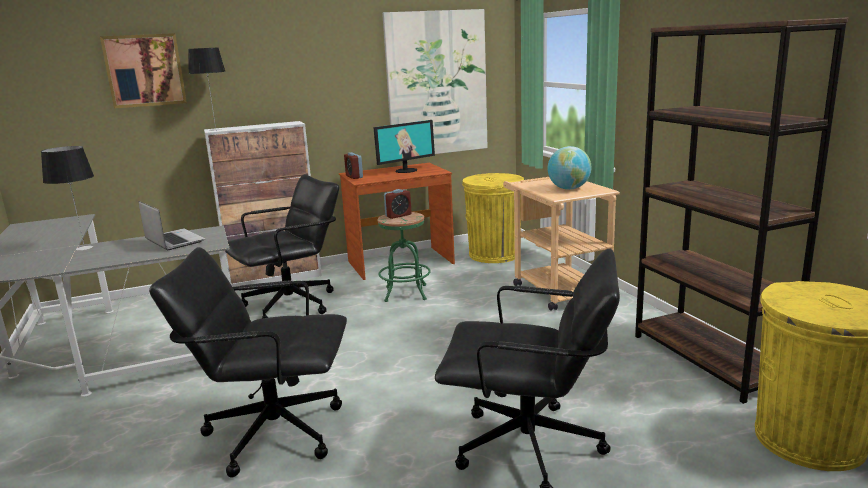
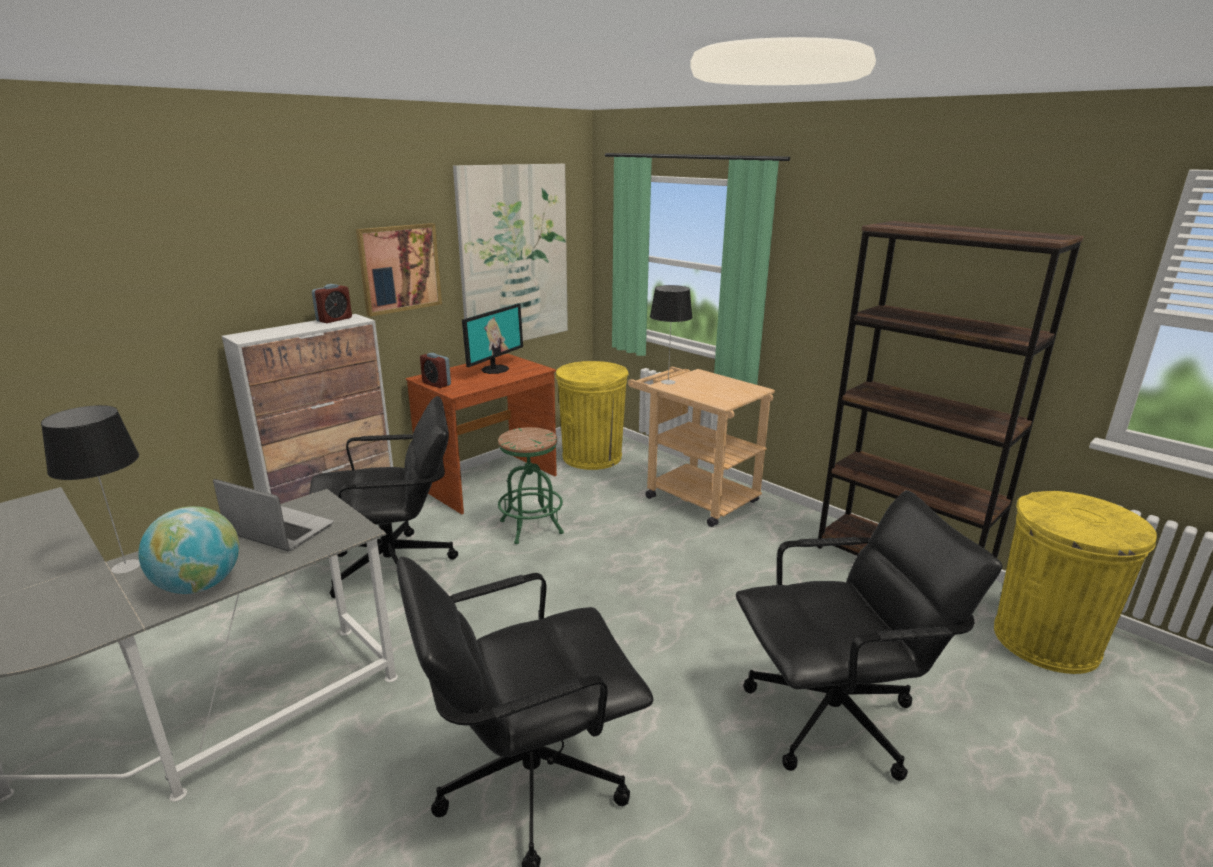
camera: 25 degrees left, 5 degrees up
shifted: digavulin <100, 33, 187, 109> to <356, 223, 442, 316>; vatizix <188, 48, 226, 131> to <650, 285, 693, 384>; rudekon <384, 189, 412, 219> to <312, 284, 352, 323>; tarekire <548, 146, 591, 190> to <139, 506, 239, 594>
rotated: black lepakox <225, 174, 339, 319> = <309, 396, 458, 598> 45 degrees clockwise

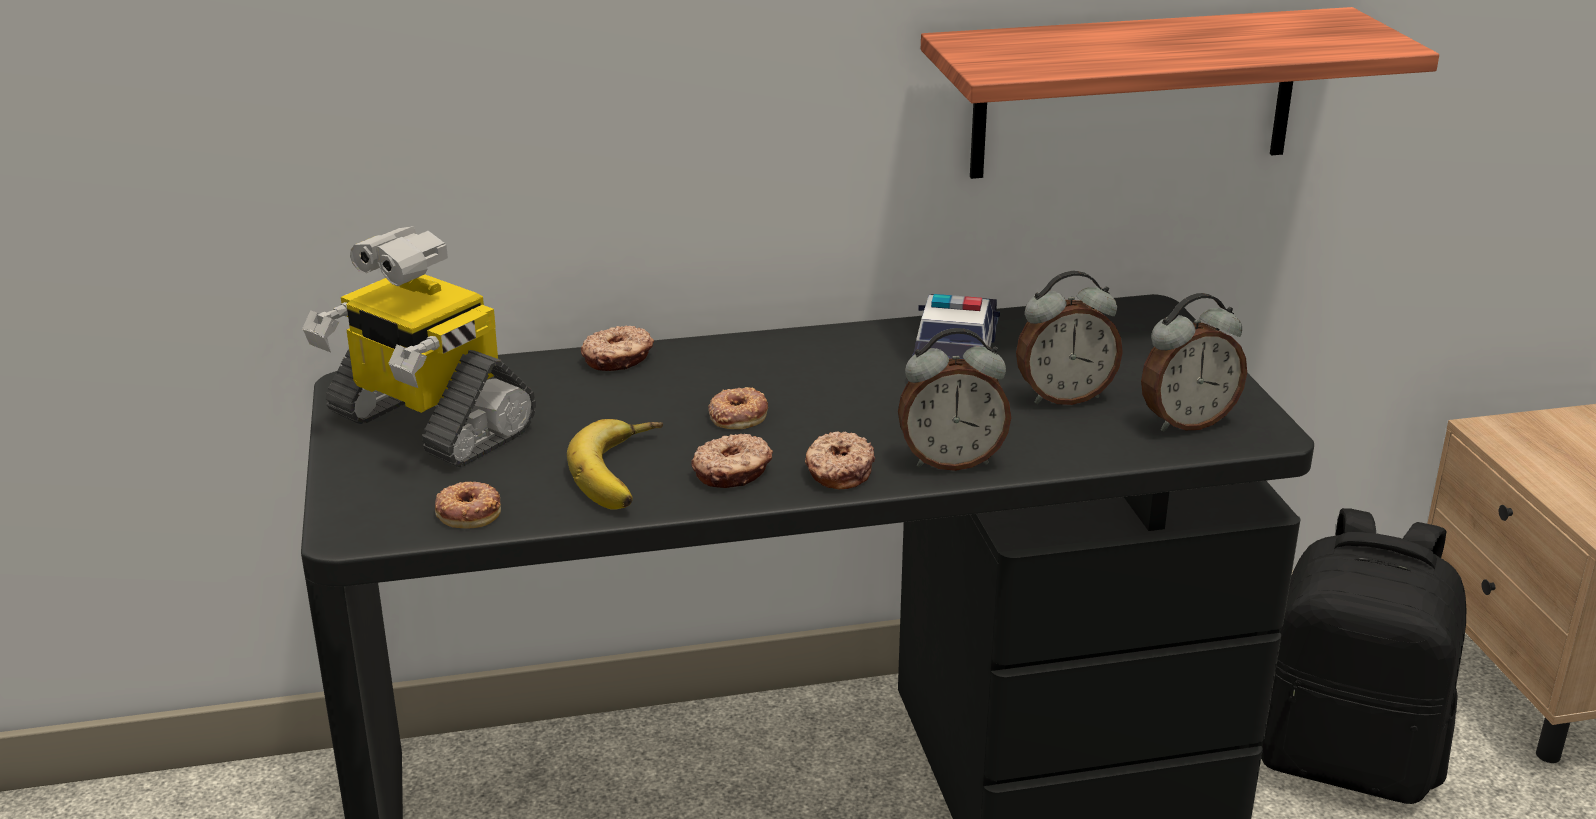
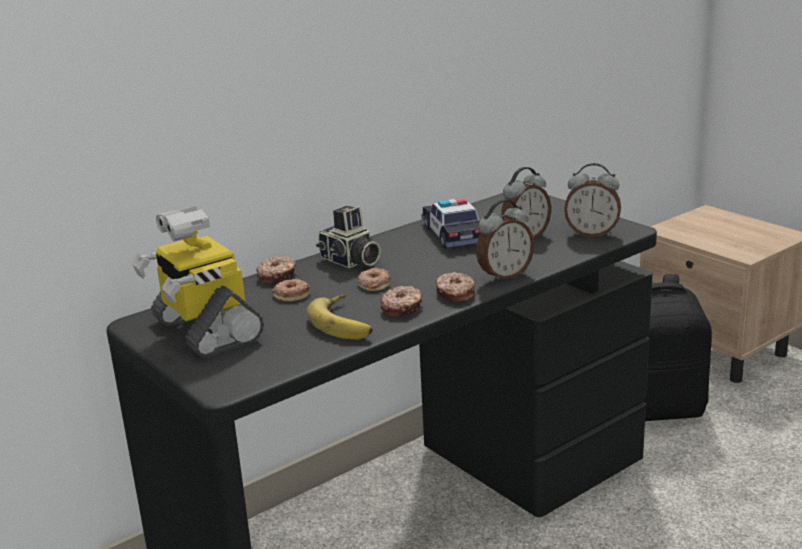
camera: 25 degrees left, 5 degrees down
gone: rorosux <921, 7, 1439, 179>
new: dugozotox <316, 206, 381, 268>
shifted: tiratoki <435, 482, 501, 529> to <272, 278, 310, 301>
rotated: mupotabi <303, 226, 536, 467> = <132, 206, 264, 358> 45 degrees clockwise; rudekon <1141, 293, 1247, 432> = <564, 163, 621, 237> 60 degrees clockwise

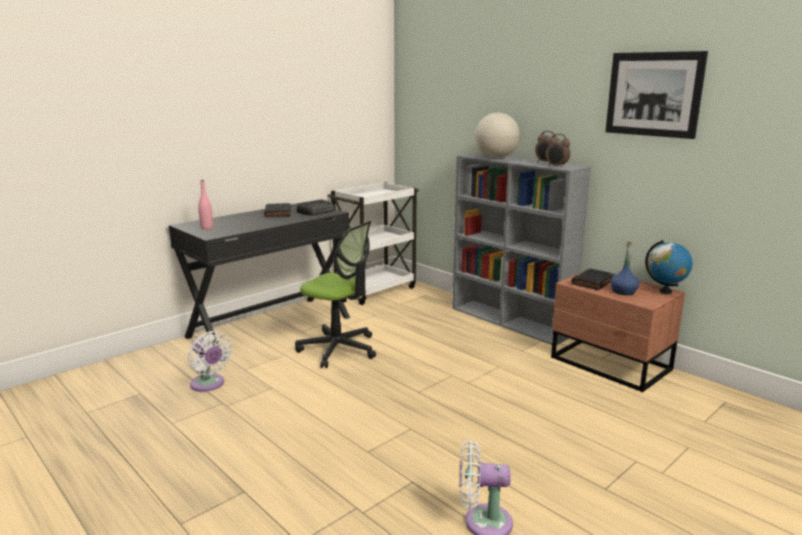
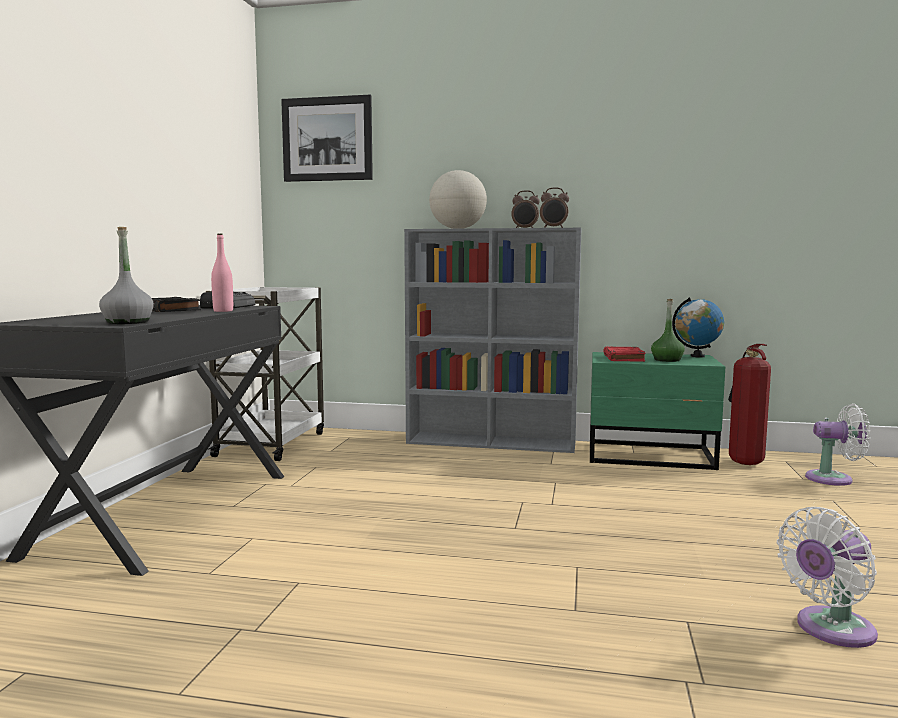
camera: 35 degrees left, 10 degrees down
gone: lepakox <295, 221, 376, 368>
new: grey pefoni <99, 227, 154, 324>; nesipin <728, 344, 771, 465>
shifted: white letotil <188, 331, 232, 392> to <805, 404, 871, 486>; pink pefoni <198, 180, 213, 230> to <211, 234, 233, 312>; digavulin <605, 51, 708, 139> to <281, 95, 373, 182>
repainted: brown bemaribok <551, 273, 685, 392> to green bemaribok <590, 352, 725, 470>; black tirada <571, 268, 615, 290> to red tirada <603, 346, 646, 362>; blue pefoni <610, 242, 639, 295> to green pefoni <651, 299, 685, 362>

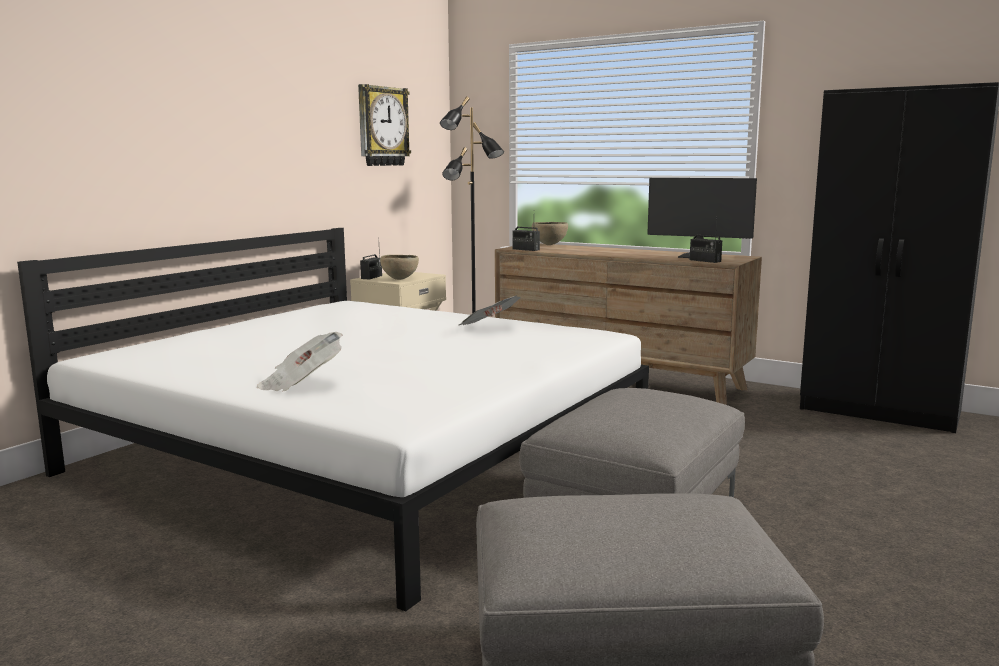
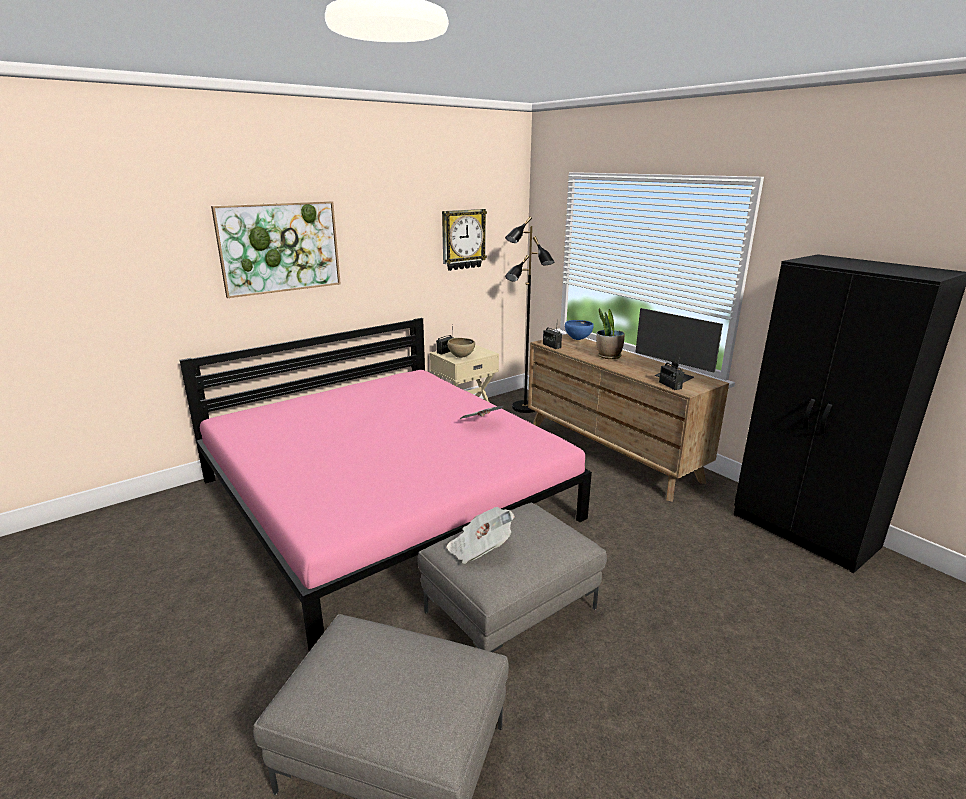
camera: 20 degrees right, 10 degrees up
new: digavulin <211, 201, 341, 298>; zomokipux <596, 308, 625, 359>
shifted: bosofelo <257, 332, 343, 391> to <447, 507, 515, 564>
repainted: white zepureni <17, 228, 649, 611> to pink zepureni <179, 318, 592, 651>; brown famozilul <532, 222, 568, 245> to blue famozilul <565, 320, 594, 340>

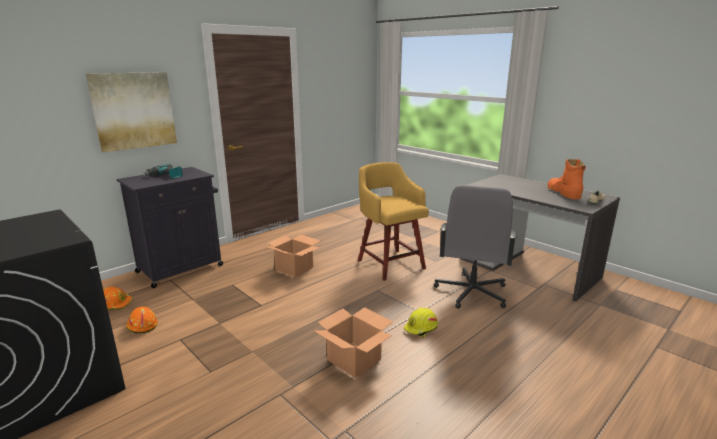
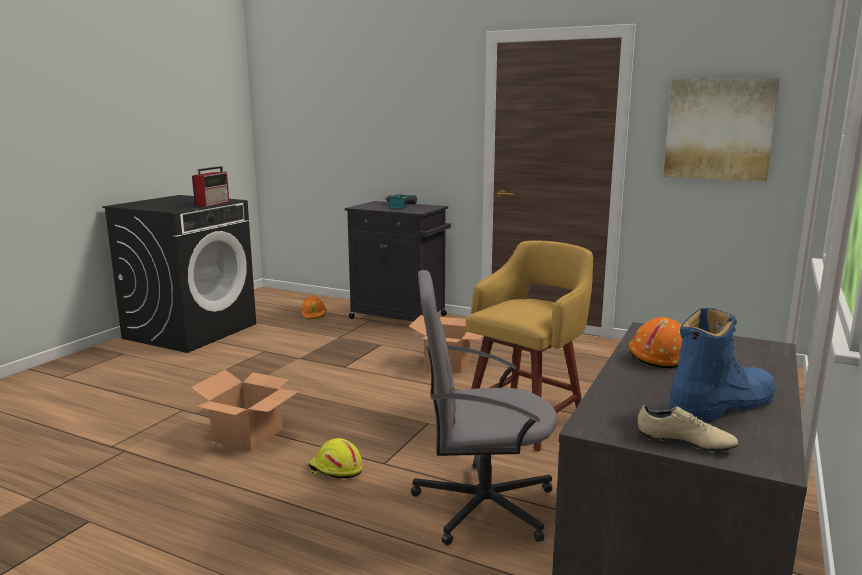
camera: 70 degrees right, 5 degrees down
new: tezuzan <192, 166, 229, 207>
shifted: digavulin <86, 72, 177, 152> to <663, 78, 780, 181>; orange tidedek <126, 307, 158, 334> to <629, 317, 683, 369>
repainted: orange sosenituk <547, 159, 586, 199> to blue sosenituk <670, 308, 775, 423>

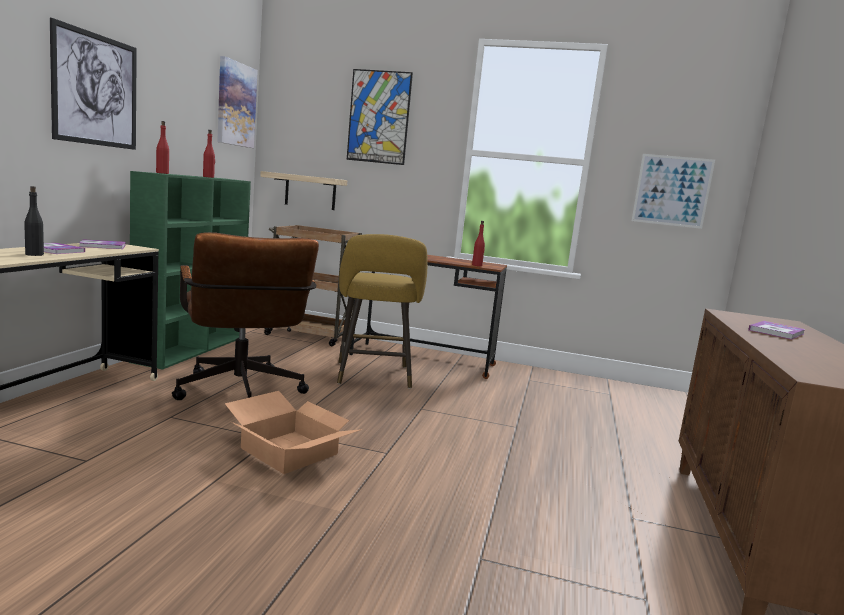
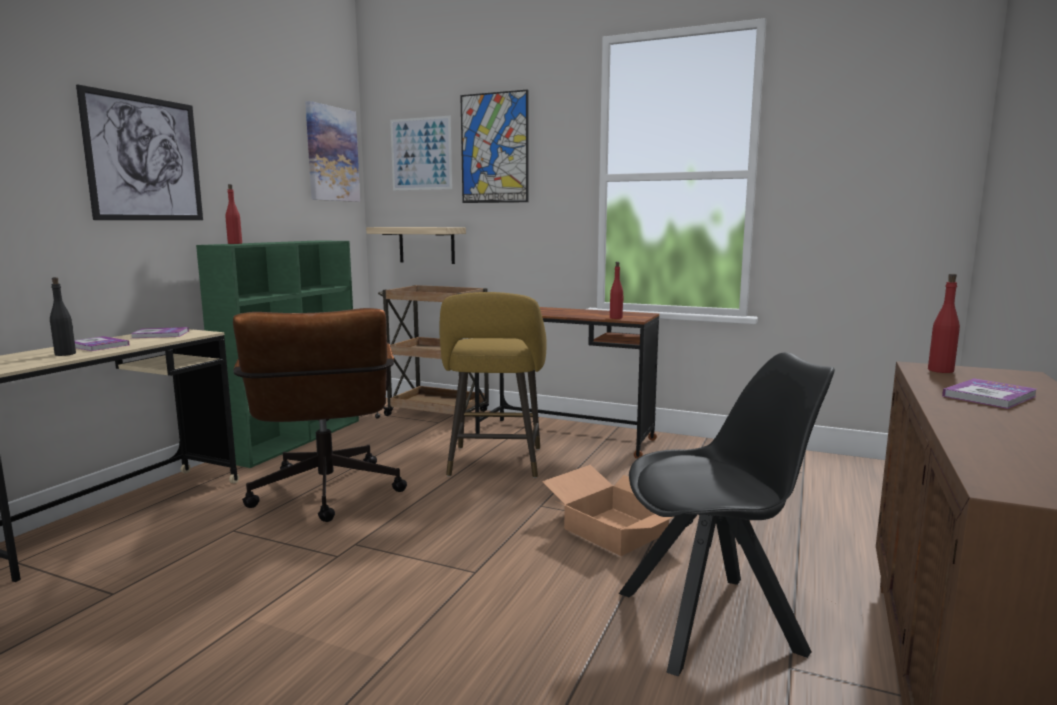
camera: 10 degrees right, 0 degrees up
new: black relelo <619, 352, 835, 677>
shifted: red pefoni <203, 130, 215, 178> to <928, 274, 960, 373>; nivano <225, 391, 362, 474> to <542, 465, 673, 556>; digavulin <632, 154, 715, 229> to <390, 116, 452, 190>

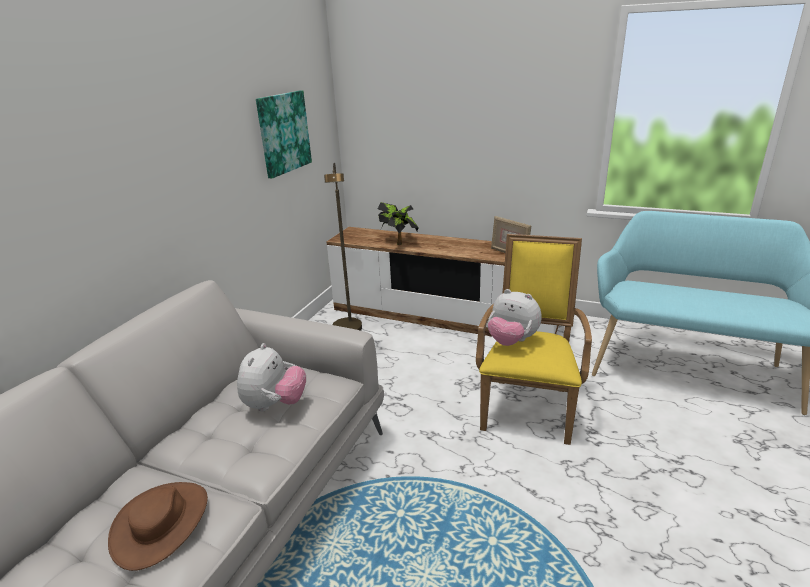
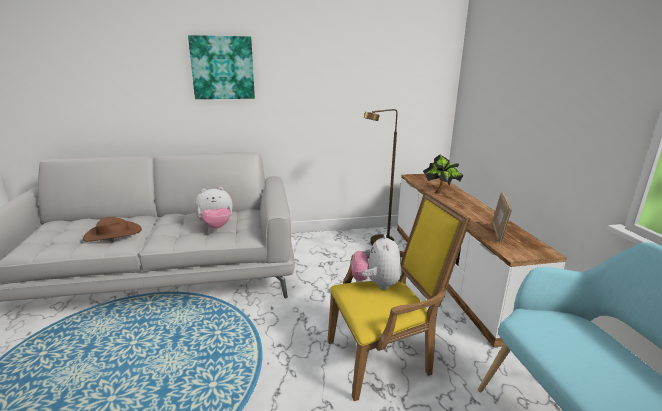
camera: 55 degrees right, 5 degrees down
shifted: digavulin <256, 91, 312, 178> to <188, 35, 255, 99>

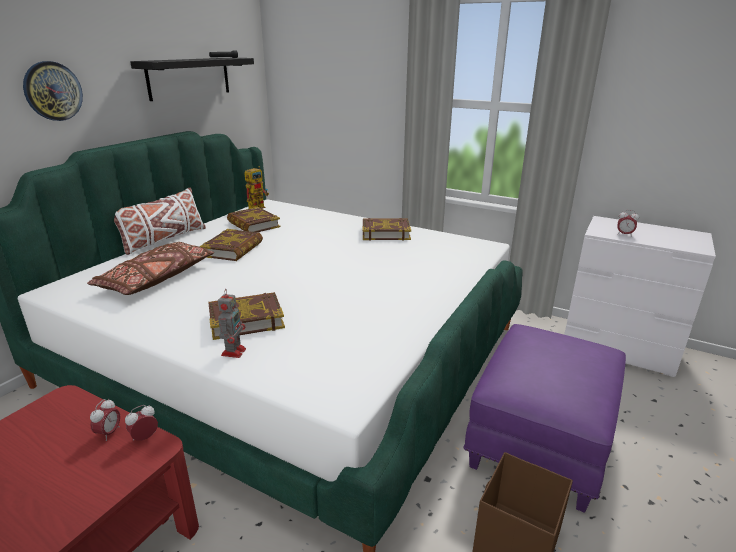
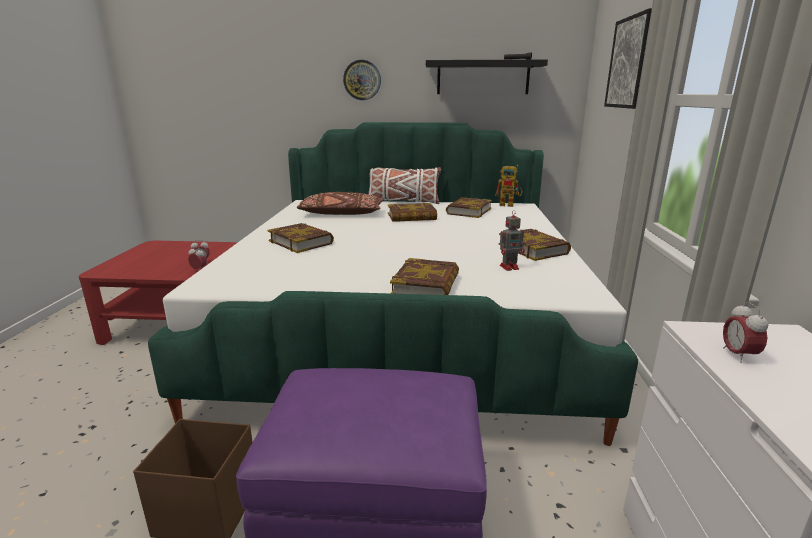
camera: 65 degrees right, 5 degrees down
new: tirada <390, 258, 459, 295>; digavulin <604, 8, 652, 109>
shifted: mupotabi <218, 289, 246, 358> to <500, 210, 525, 271>

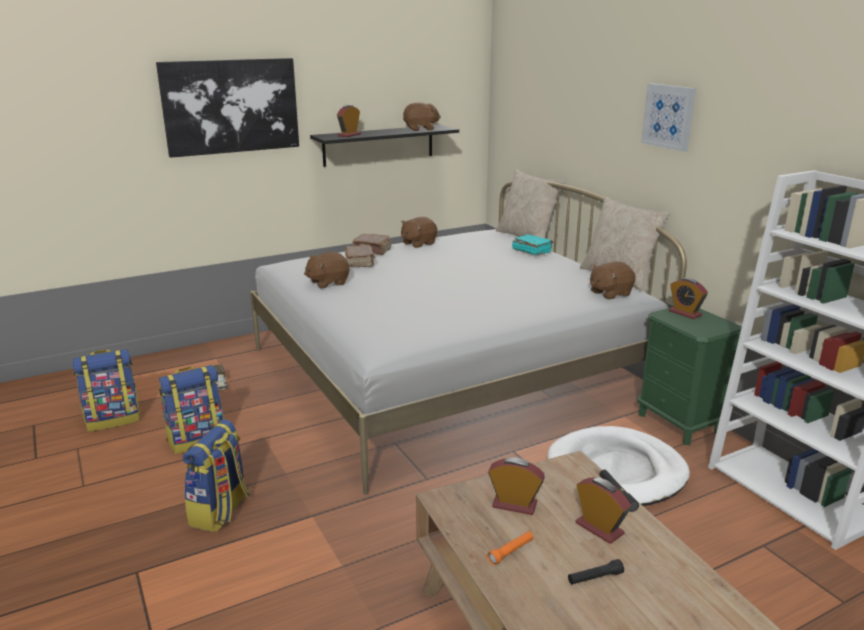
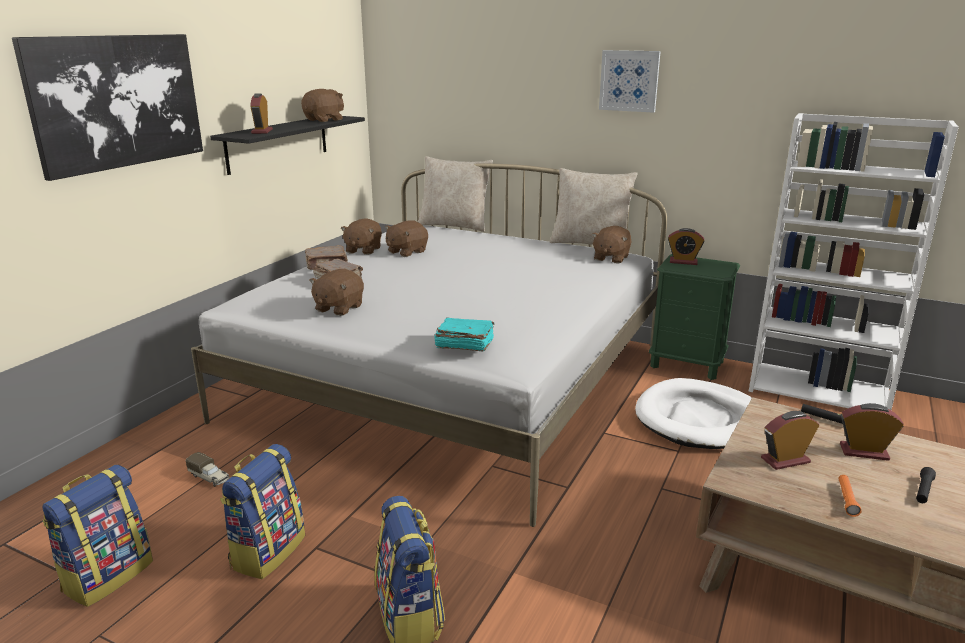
camera: 35 degrees left, 0 degrees up
new: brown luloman <385, 220, 428, 257>
shifted: turquoise tirada <512, 234, 553, 256> to <434, 318, 494, 351>

